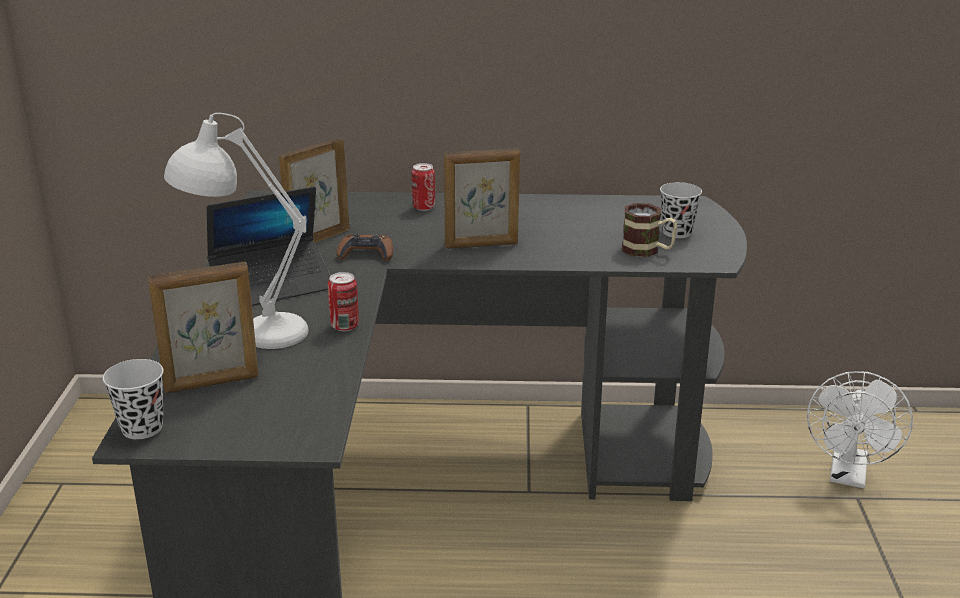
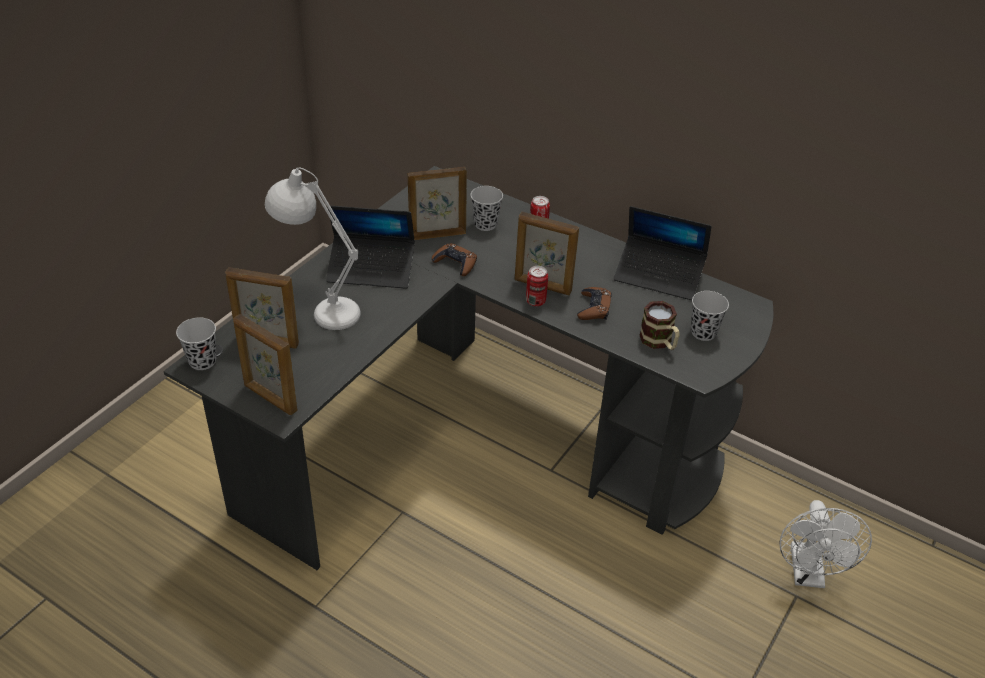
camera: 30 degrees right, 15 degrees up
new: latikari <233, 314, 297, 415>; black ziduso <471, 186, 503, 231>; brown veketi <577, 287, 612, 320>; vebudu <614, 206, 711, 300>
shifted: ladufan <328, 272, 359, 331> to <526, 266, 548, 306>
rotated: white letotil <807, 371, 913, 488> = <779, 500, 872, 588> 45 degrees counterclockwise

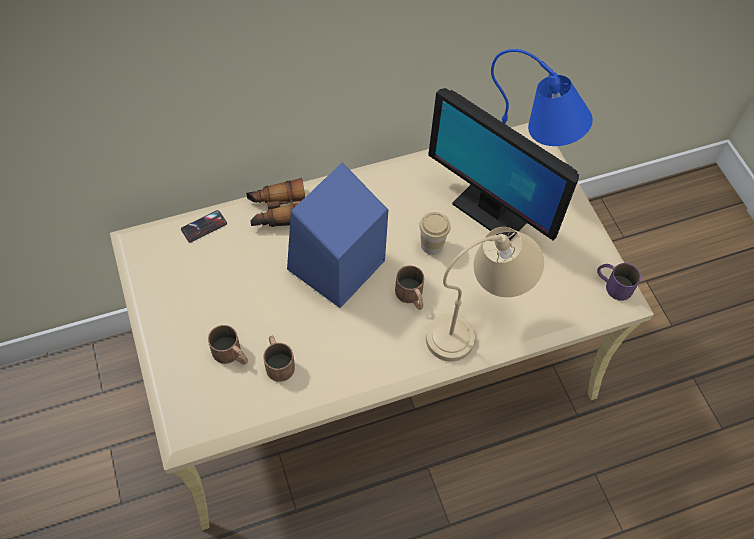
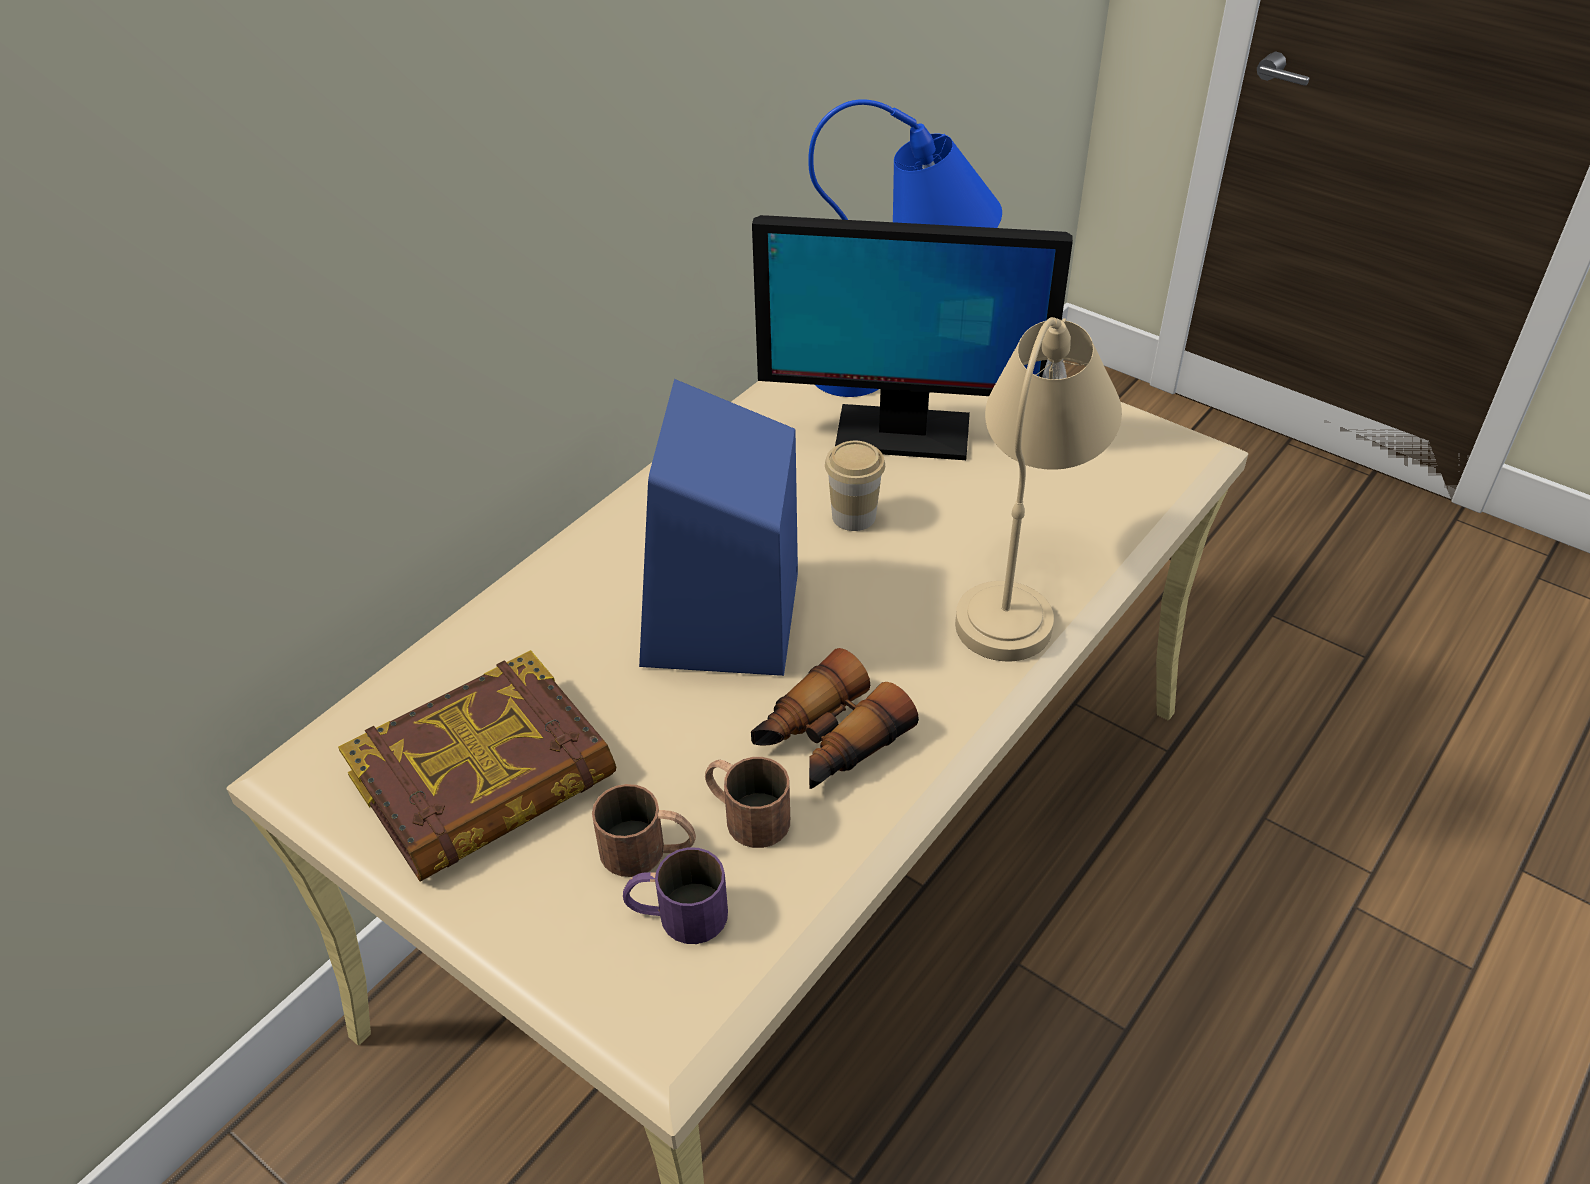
camera: 30 degrees left, 15 degrees down
gone: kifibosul <181, 210, 227, 243>; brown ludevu <395, 265, 424, 310>
new: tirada <338, 650, 616, 882>
shifted: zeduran <246, 178, 305, 227> to <751, 648, 919, 789>; purple ludevu <597, 263, 641, 300> to <623, 847, 728, 944>

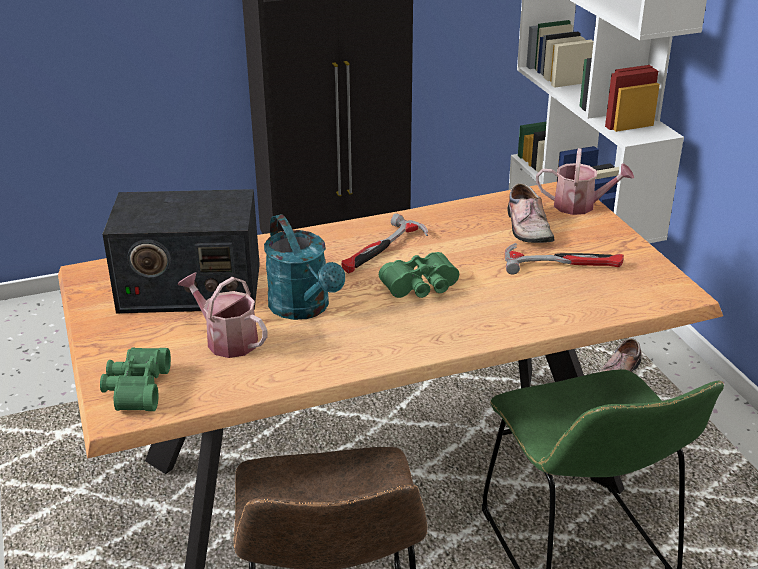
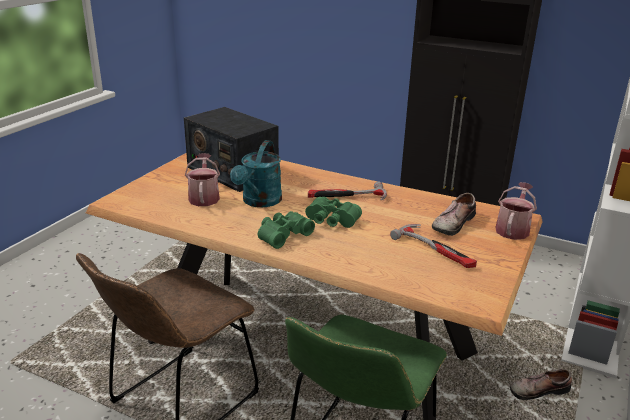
camera: 45 degrees right, 5 degrees down
shifted: green zeduran <100, 347, 171, 411> to <258, 211, 315, 249>
rotated: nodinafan <536, 148, 634, 215> = <495, 182, 537, 240> 120 degrees counterclockwise

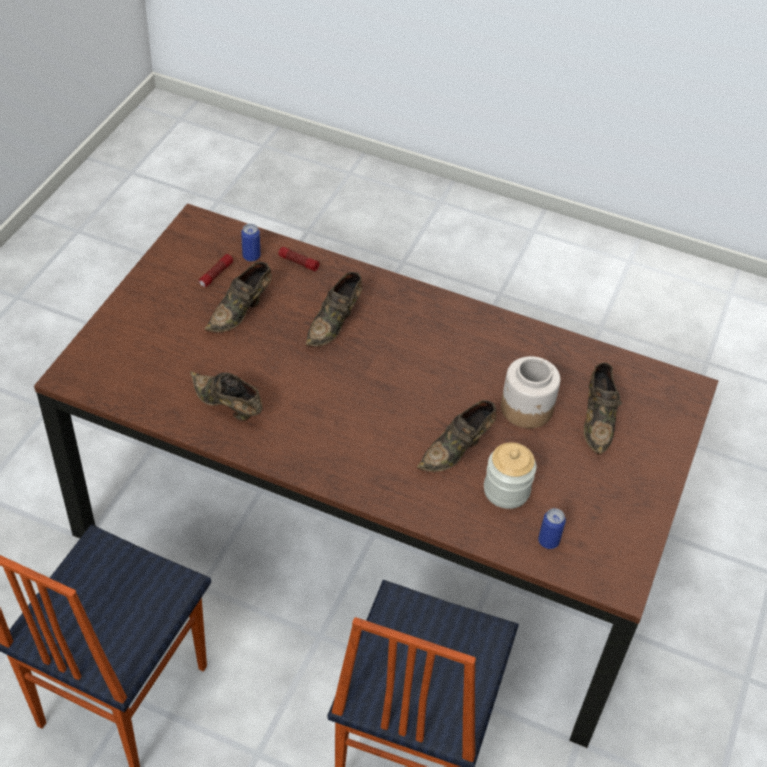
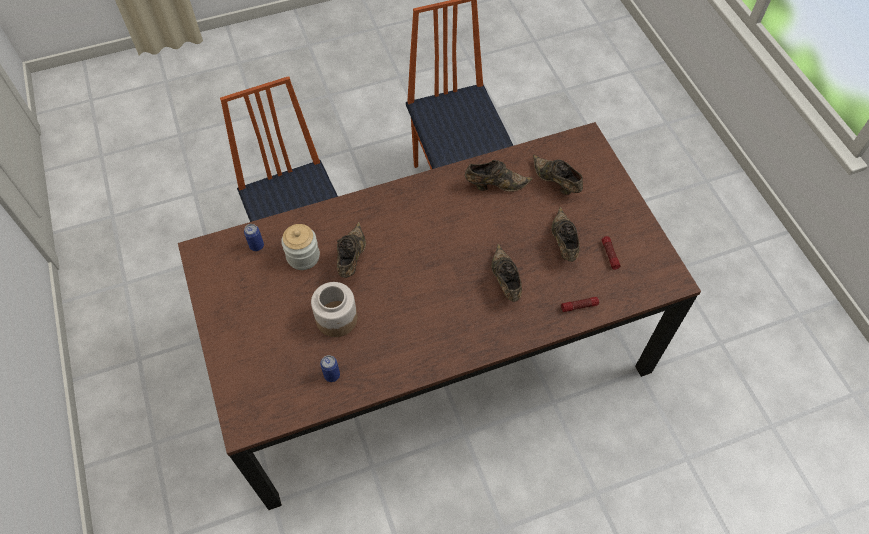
camera: 140 degrees right, 10 degrees up
shifted: ladufan <241, 224, 260, 262> to <320, 355, 340, 382>; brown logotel <583, 362, 622, 455> to <533, 154, 583, 195>

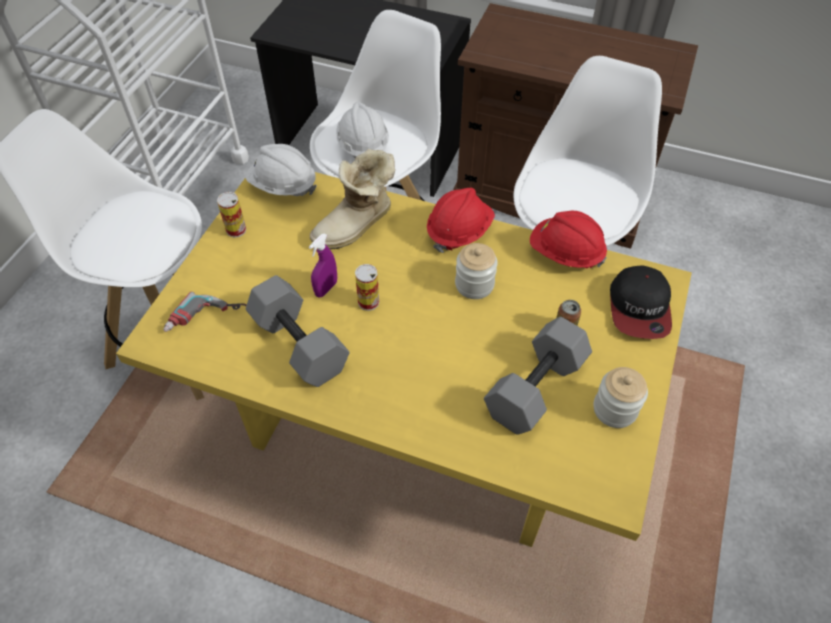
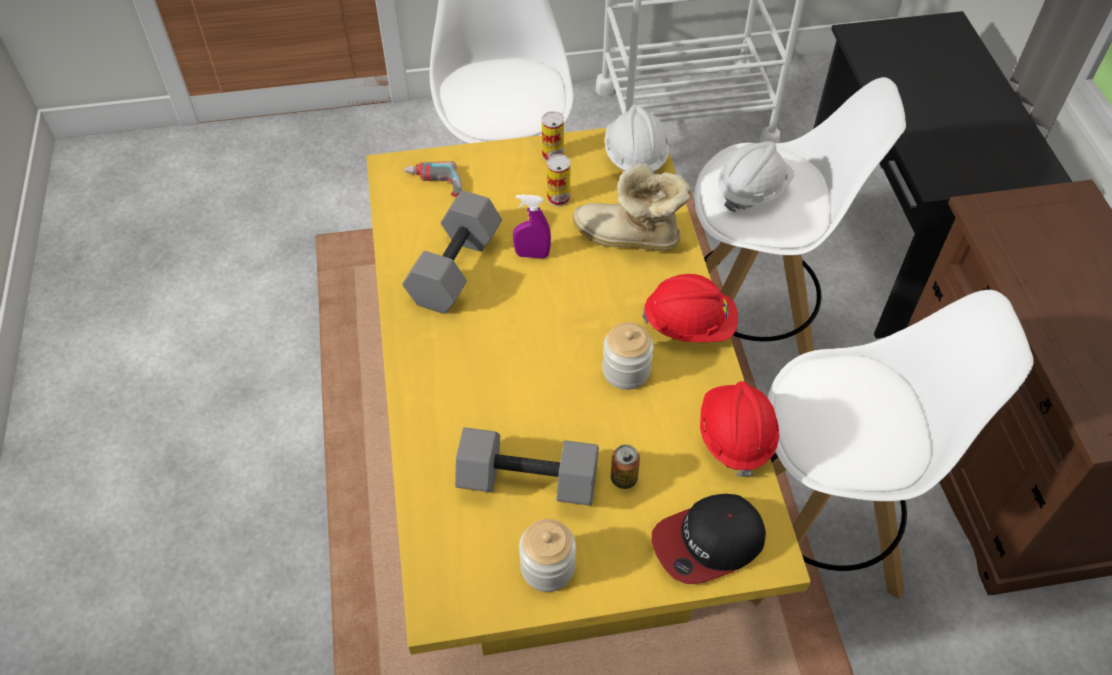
camera: 60 degrees right, 0 degrees up
shifted: ladufan <355, 264, 379, 311> to <547, 154, 571, 206>

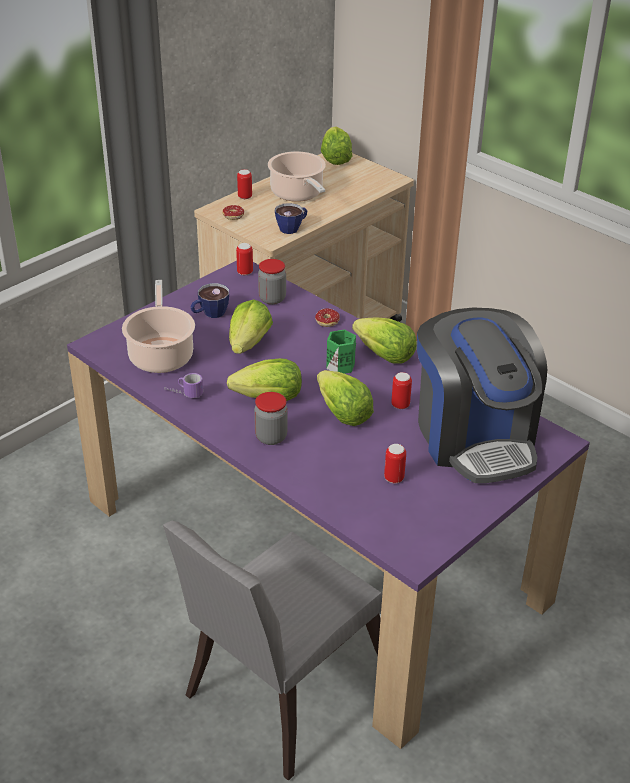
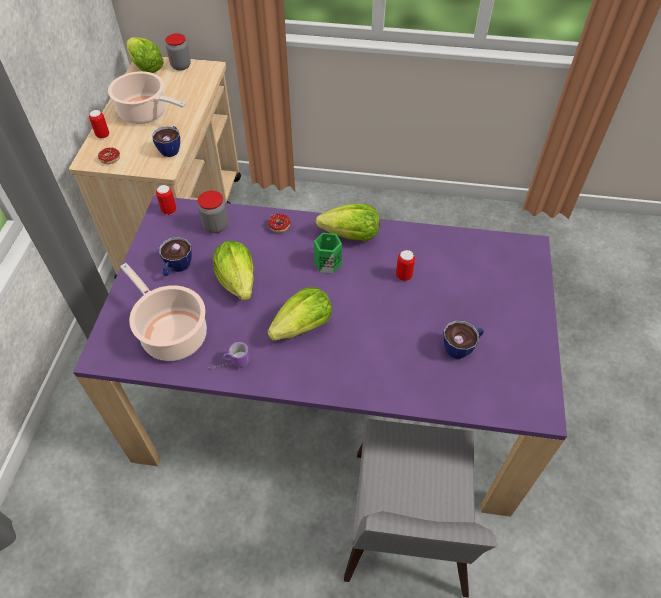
camera: 35 degrees left, 15 degrees up
gone: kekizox <317, 370, 374, 426>; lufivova <417, 308, 547, 483>
shifted: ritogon <254, 392, 288, 445> to <165, 33, 191, 71>
swapped: ladufan <384, 444, 406, 483> to ziduso <444, 320, 484, 359>

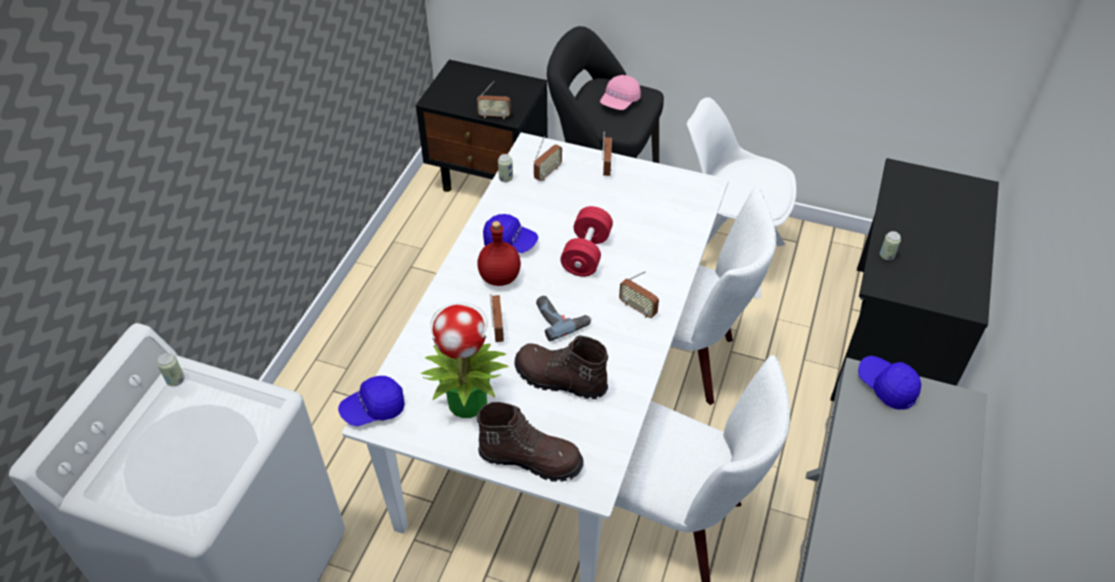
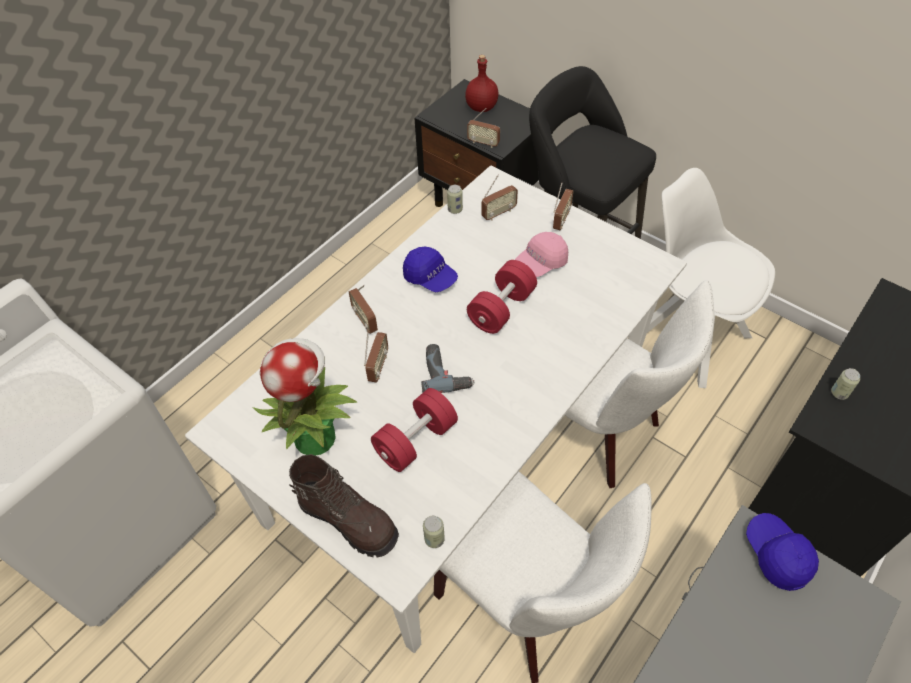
camera: 20 degrees right, 5 degrees up
gone: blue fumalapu <338, 376, 405, 426>
shifted: ladufan <157, 353, 185, 386> to <423, 516, 445, 548>; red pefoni <477, 221, 521, 286> to <465, 55, 498, 112>; pink fumalapu <600, 75, 641, 110> to <515, 232, 568, 277>; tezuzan <619, 271, 659, 318> to <349, 285, 378, 334>
swapped: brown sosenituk <514, 335, 608, 399> to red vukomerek <371, 388, 458, 472>

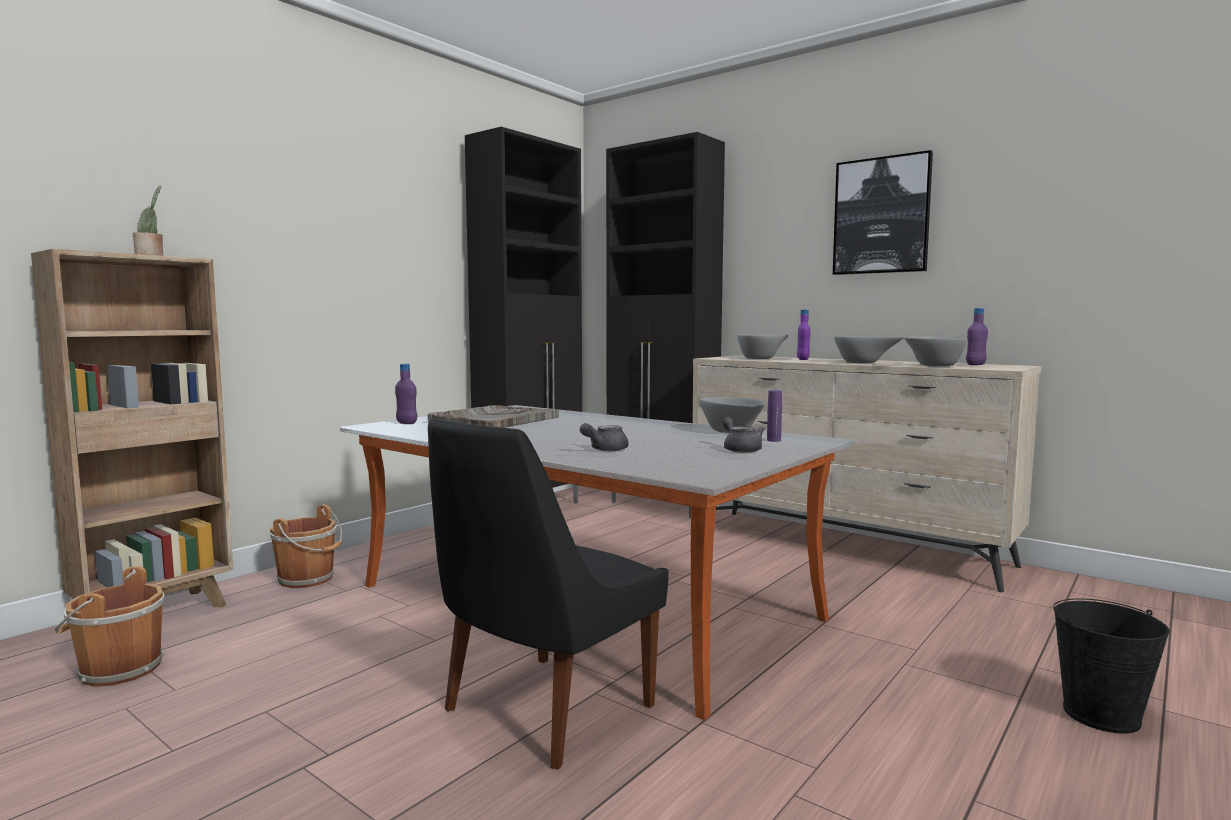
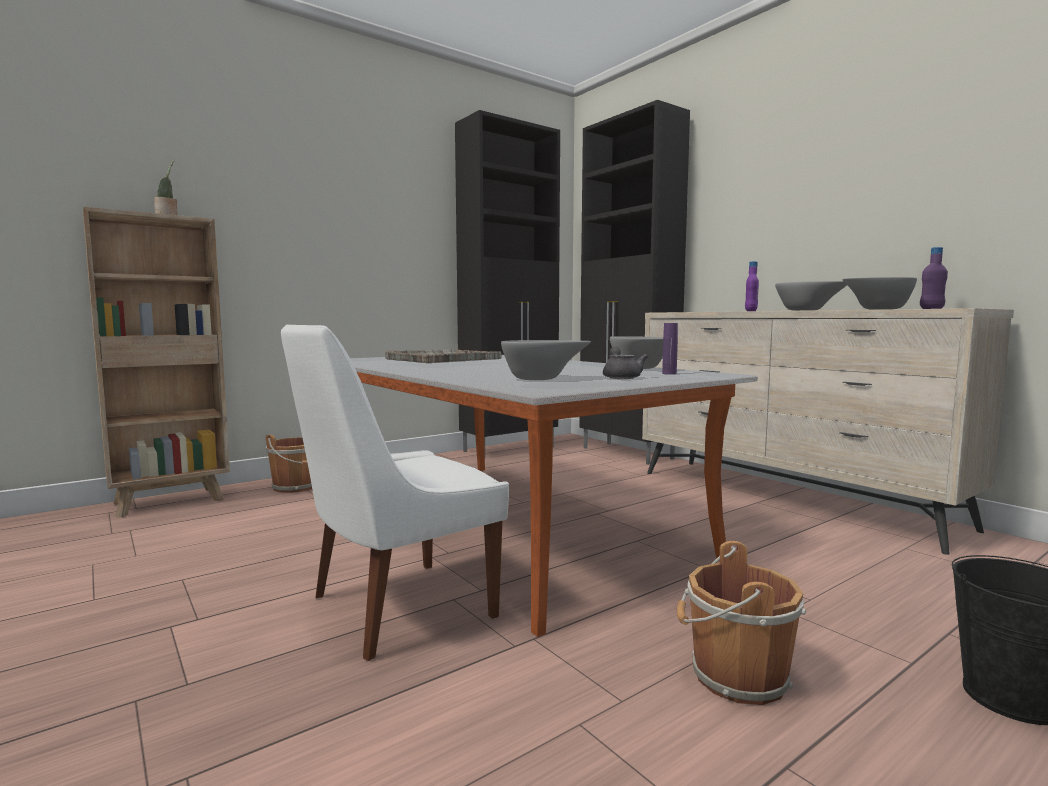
camera: 15 degrees right, 0 degrees up
gone: purple pefoni <395, 364, 417, 424>; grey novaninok <580, 423, 628, 451>; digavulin <833, 150, 933, 275>
shifted: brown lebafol <55, 566, 165, 687> to <677, 541, 806, 705>; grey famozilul <737, 335, 789, 359> to <501, 340, 591, 380>
repainted: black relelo <428, 418, 669, 770> to white relelo <281, 325, 509, 661>

